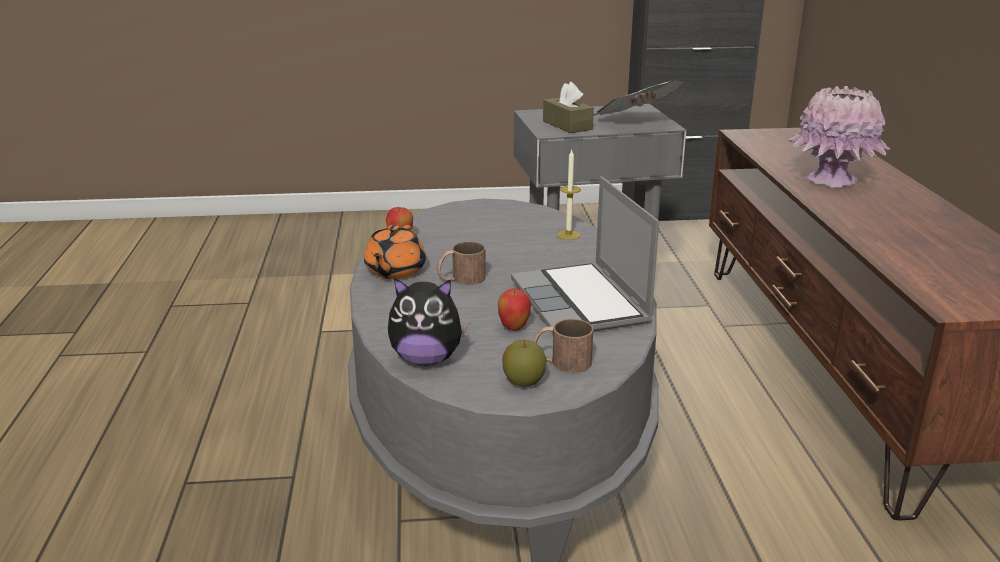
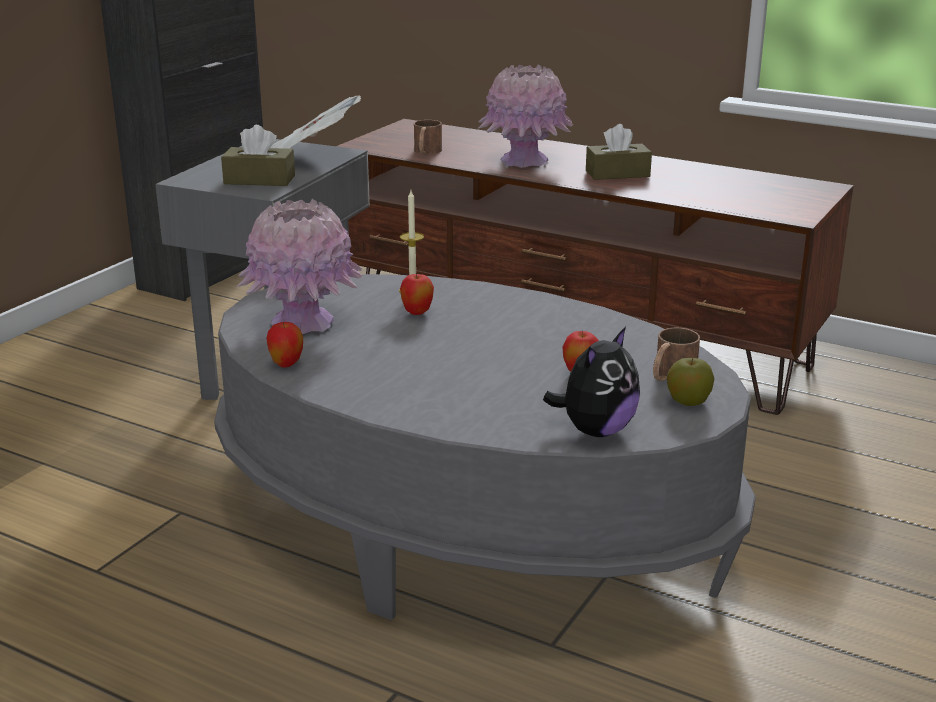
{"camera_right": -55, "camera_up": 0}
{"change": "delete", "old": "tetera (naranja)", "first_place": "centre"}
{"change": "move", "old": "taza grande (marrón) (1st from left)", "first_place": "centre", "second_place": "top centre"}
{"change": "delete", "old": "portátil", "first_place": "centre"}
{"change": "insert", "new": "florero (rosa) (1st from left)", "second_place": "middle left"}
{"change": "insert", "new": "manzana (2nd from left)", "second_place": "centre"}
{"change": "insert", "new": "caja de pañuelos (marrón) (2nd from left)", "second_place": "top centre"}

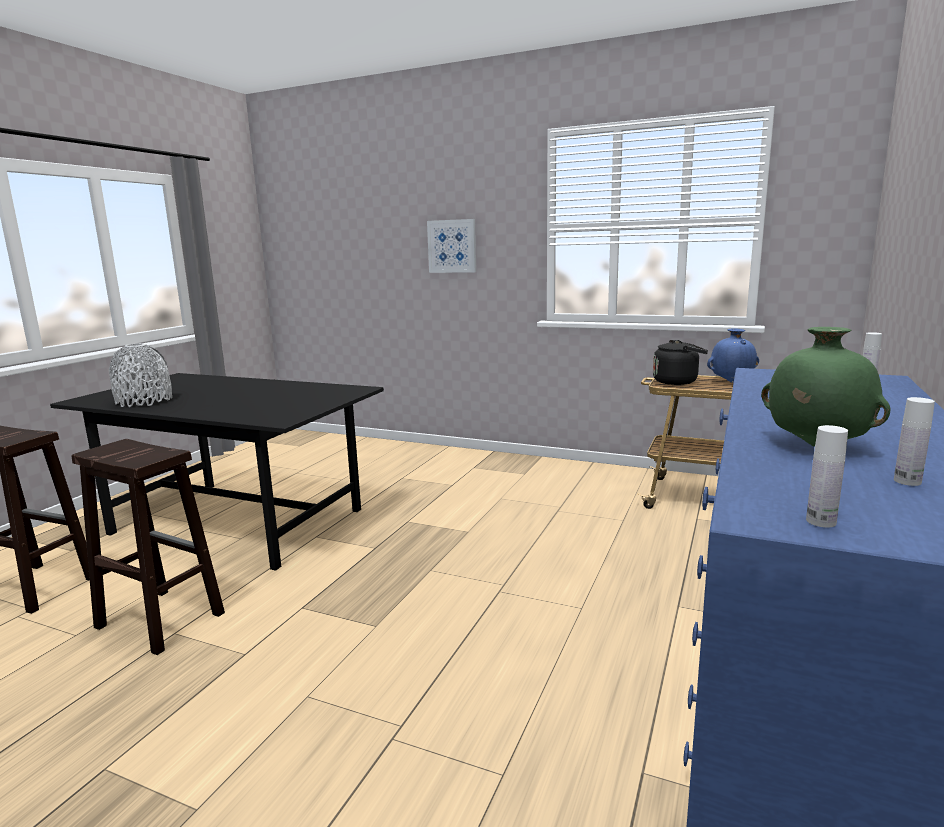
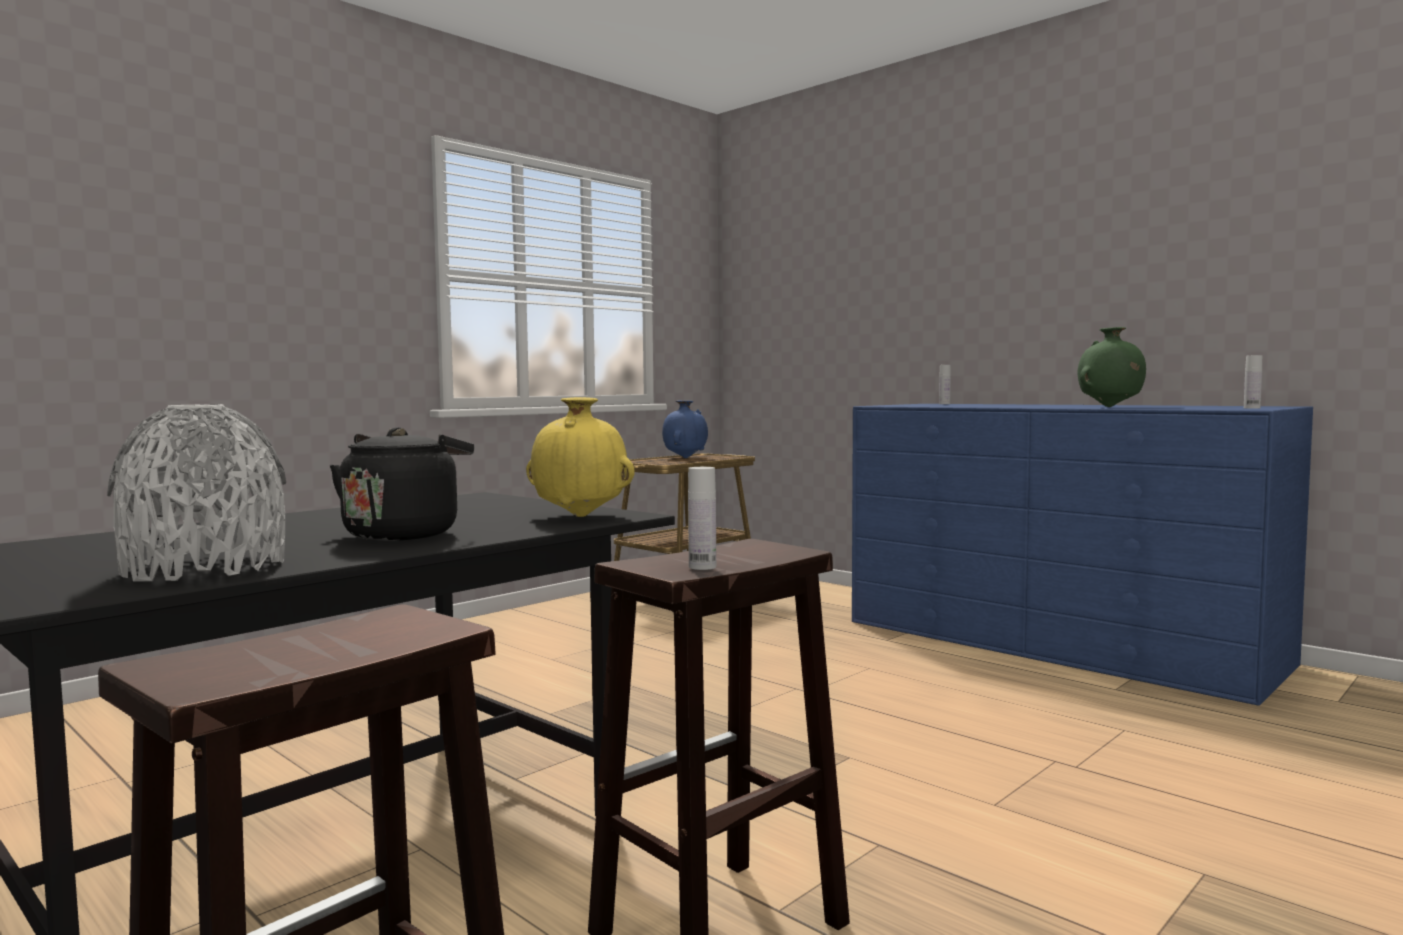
{"camera_right": -70, "camera_up": -10}
{"change": "delete", "old": "cuadro", "first_place": "top centre"}
{"change": "move", "old": "hervidor (negro)", "first_place": "middle right", "second_place": "middle left"}
{"change": "move", "old": "botella (blanco) (3rd from left in the first image)", "new": "botella (blanco) (1st from left)", "first_place": "middle right", "second_place": "centre"}
{"change": "insert", "new": "florero (amarillo)", "second_place": "centre"}

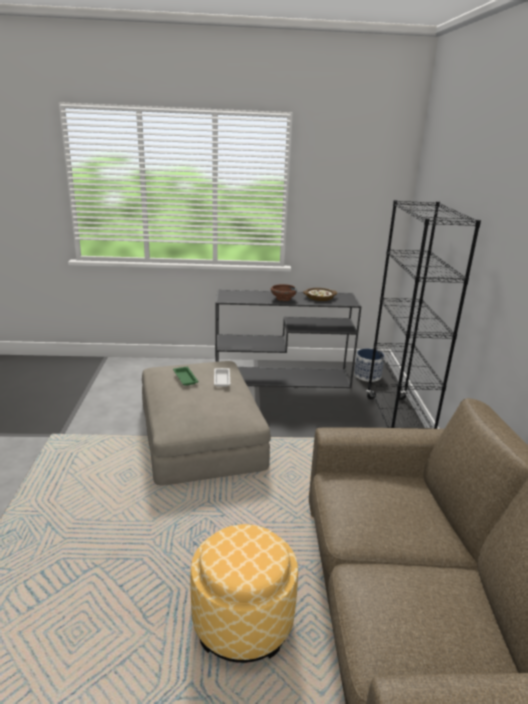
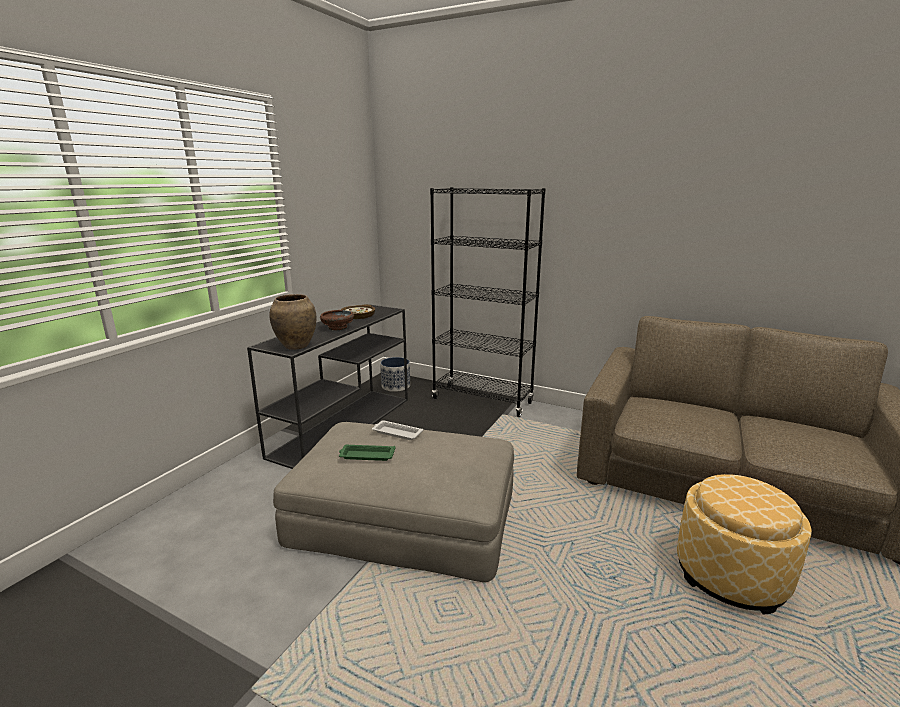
{"camera_right": -60, "camera_up": -5}
{"change": "insert", "new": "florero (marrón)", "second_place": "middle left"}

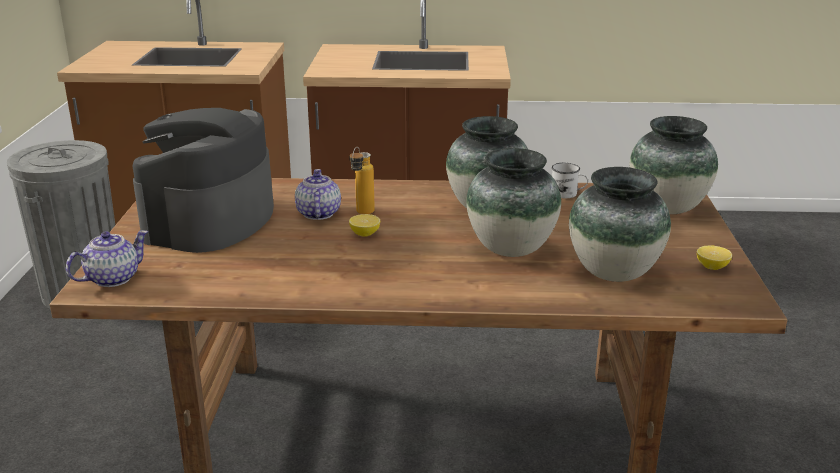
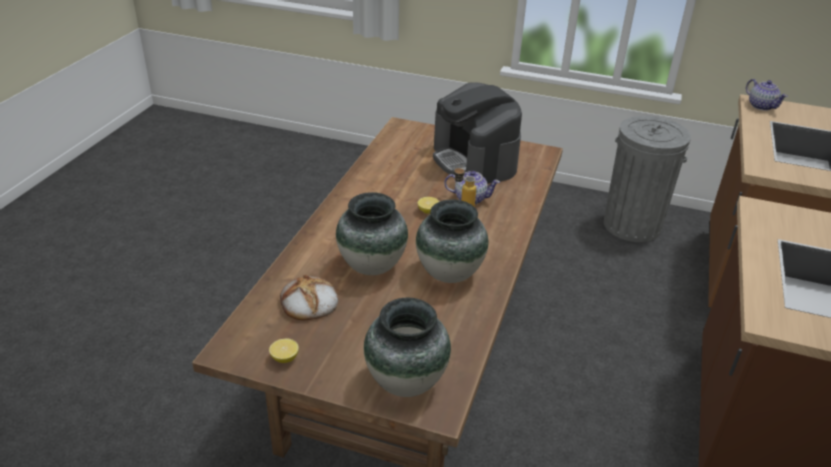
{"camera_right": 105, "camera_up": 10}
{"change": "move", "old": "tetera (1st from left in the first image)", "new": "tetera (2nd from left)", "first_place": "middle left", "second_place": "top right"}
{"change": "rotate", "old": "cafetera", "first_place": "middle left", "second_place": "top centre", "degrees": -150}
{"change": "delete", "old": "taza grande (blanco)", "first_place": "middle right"}
{"change": "replace", "old": "florero (3rd from left)", "new": "pan", "first_place": "middle right", "second_place": "centre"}

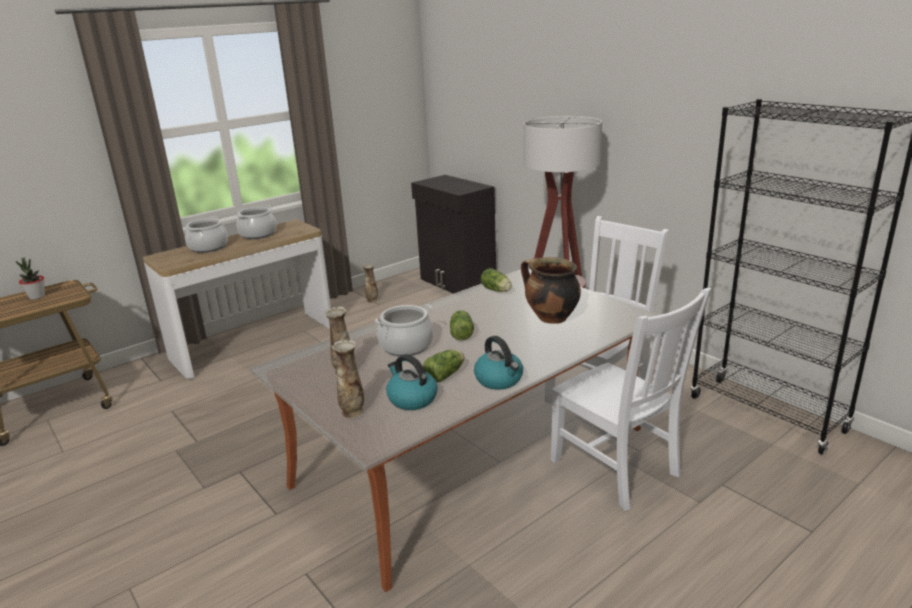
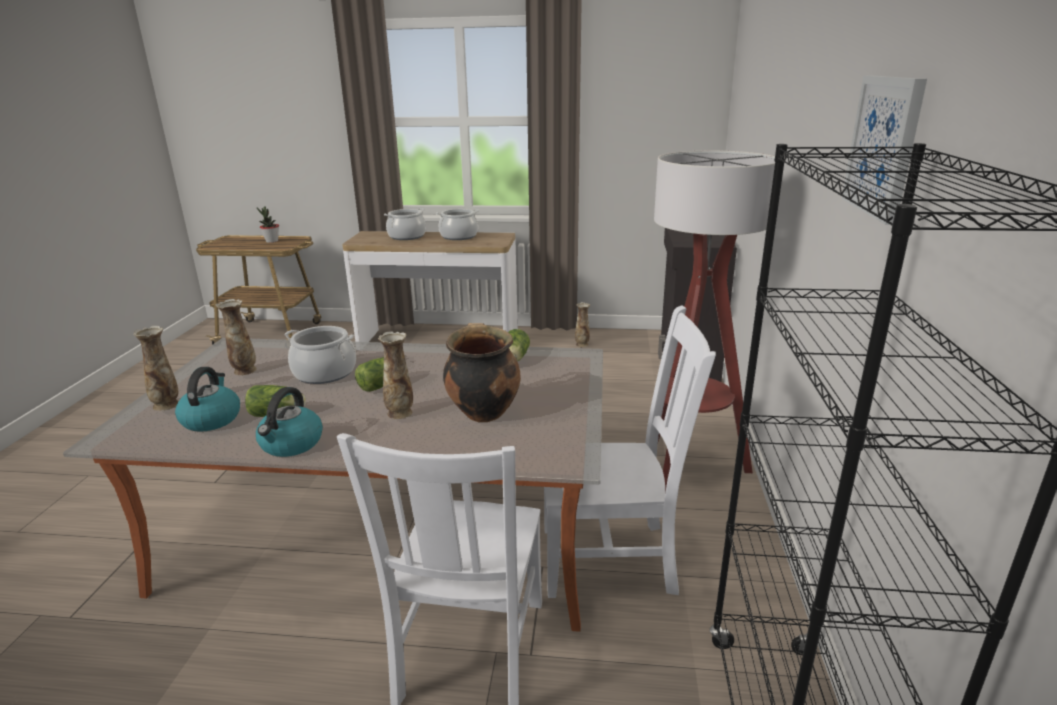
{"camera_right": 45, "camera_up": 0}
{"change": "insert", "new": "florero (3rd from left)", "second_place": "centre"}
{"change": "insert", "new": "cuadro", "second_place": "top right"}

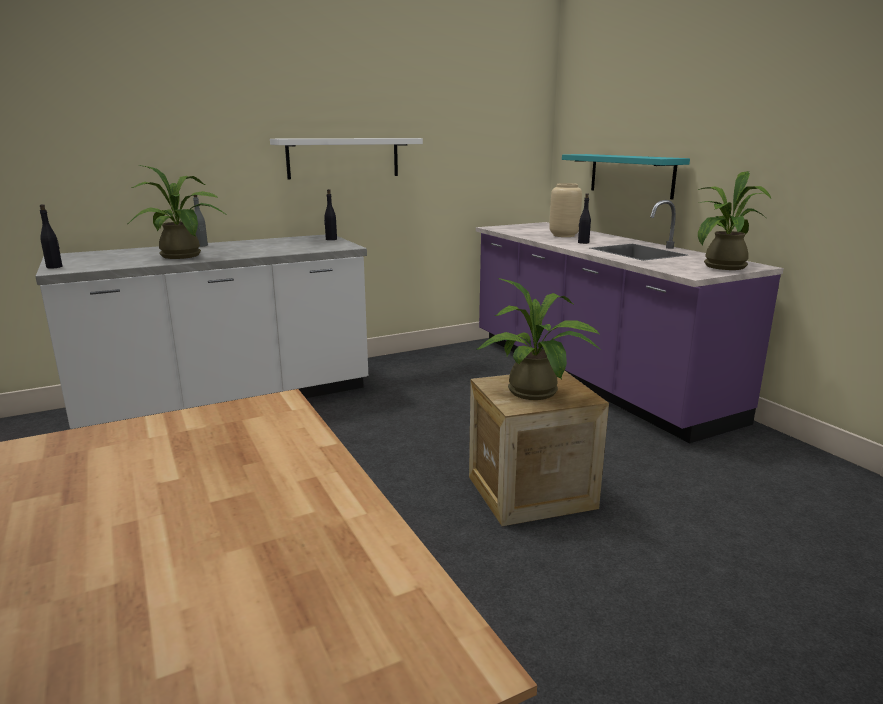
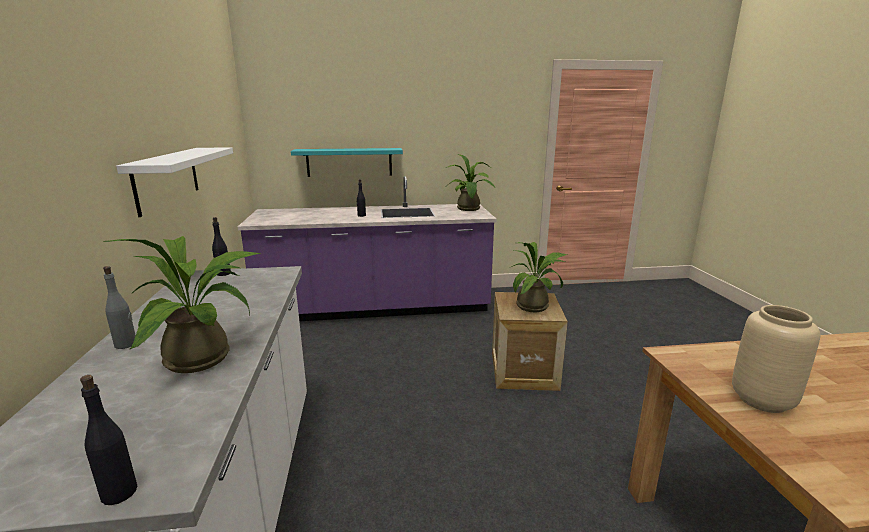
{"camera_right": -70, "camera_up": 0}
{"change": "move", "old": "florero (beis)", "first_place": "top centre", "second_place": "bottom right"}

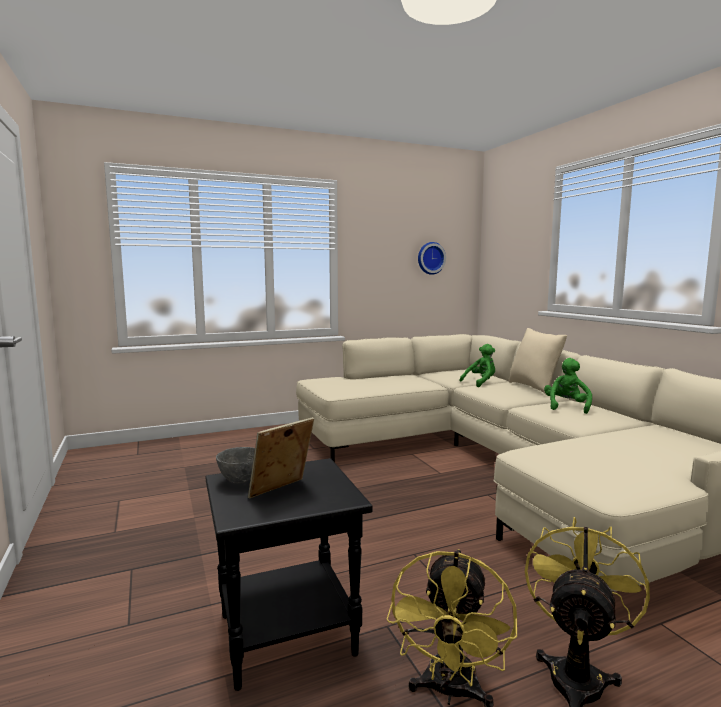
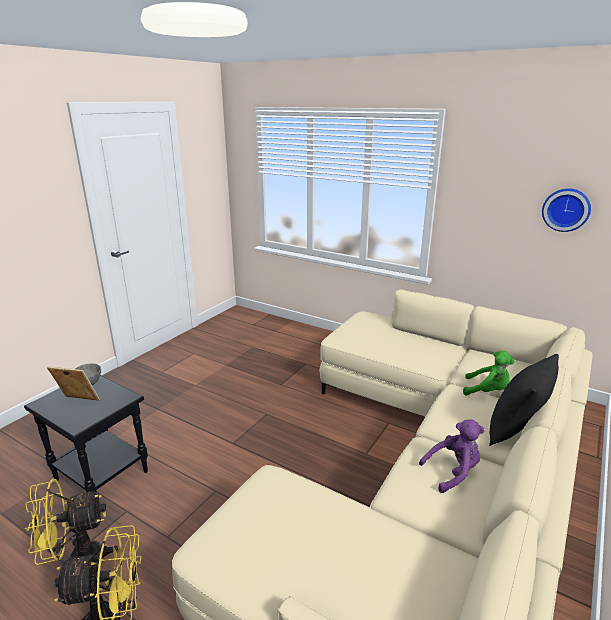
{"camera_right": 55, "camera_up": 15}
{"change": "recolor", "old": "cojín (beis)", "new": "cojín (negro)", "first_place": "middle right", "second_place": "middle right"}
{"change": "recolor", "old": "peluche (verde) (2nd from left)", "new": "peluche (morado)", "first_place": "middle right", "second_place": "bottom right"}

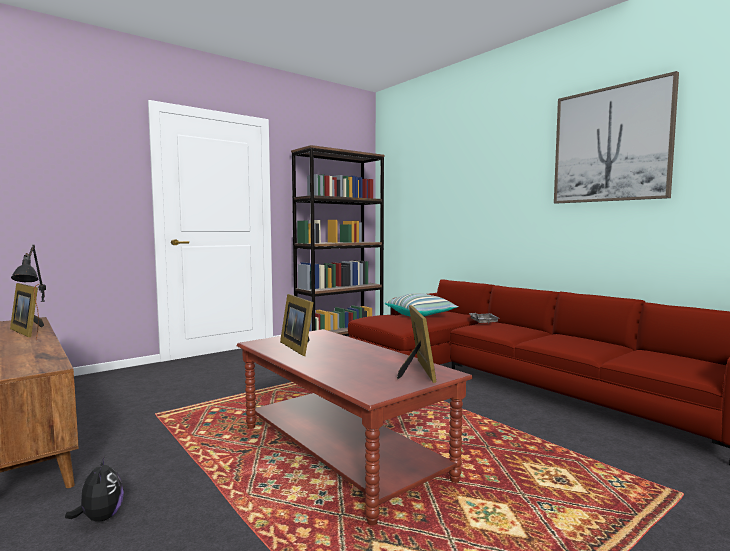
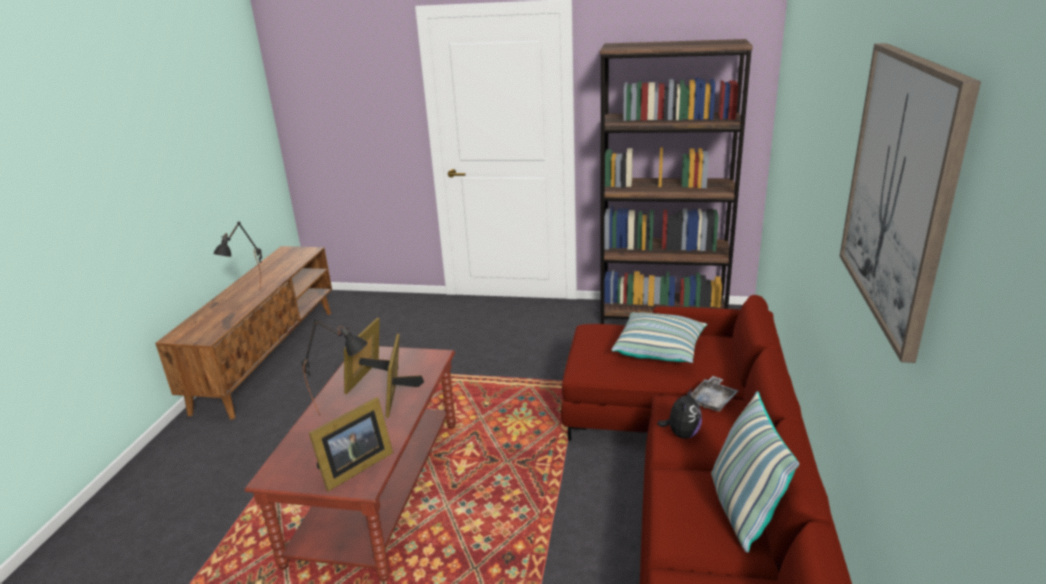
{"camera_right": 50, "camera_up": 20}
{"change": "move", "old": "portarretratos (1st from left in the first image)", "new": "portarretratos (3rd from left)", "first_place": "middle left", "second_place": "centre"}
{"change": "move", "old": "peluche", "first_place": "bottom left", "second_place": "bottom centre"}
{"change": "insert", "new": "lámpara de mesa (negro) (2nd from left)", "second_place": "middle left"}
{"change": "insert", "new": "cojín (2nd from left)", "second_place": "bottom right"}

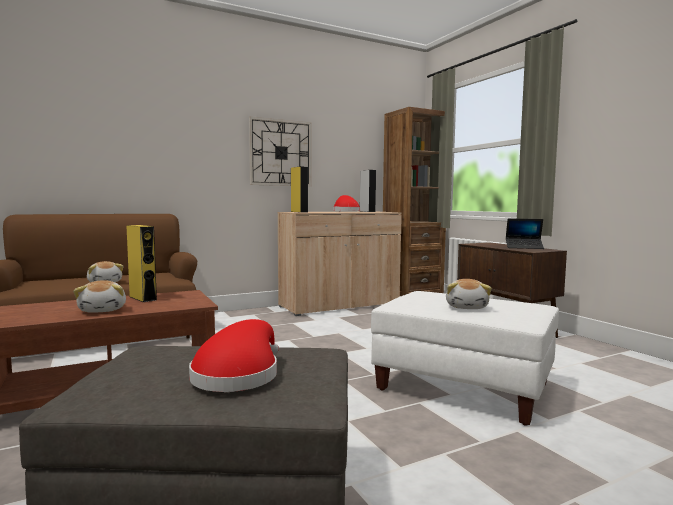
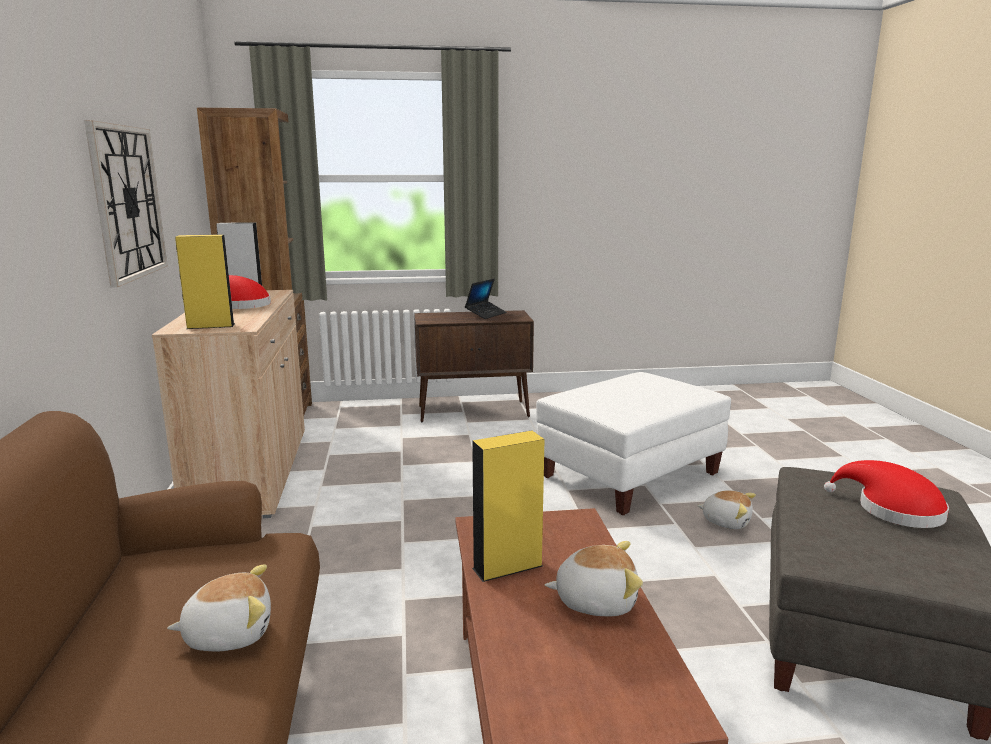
{"camera_right": -70, "camera_up": 10}
{"change": "move", "old": "peluche (3rd from left)", "first_place": "middle right", "second_place": "bottom right"}

